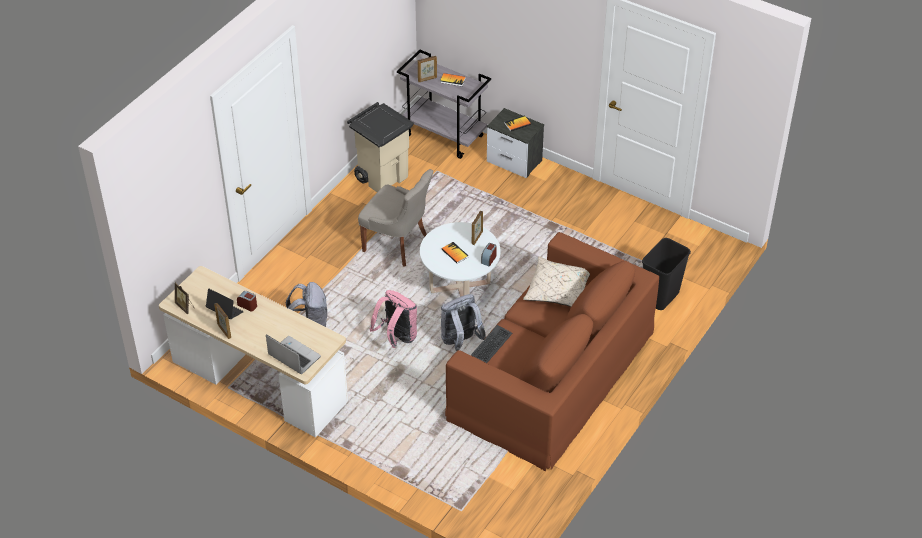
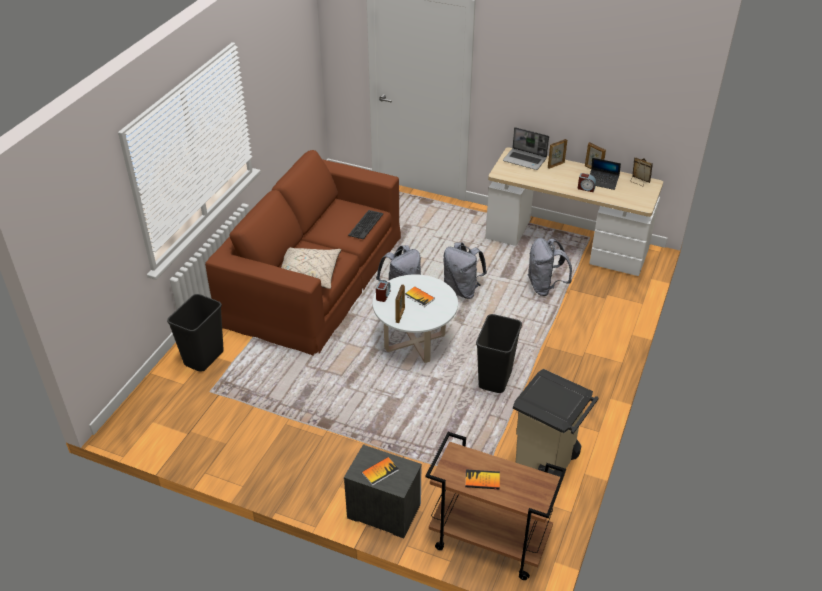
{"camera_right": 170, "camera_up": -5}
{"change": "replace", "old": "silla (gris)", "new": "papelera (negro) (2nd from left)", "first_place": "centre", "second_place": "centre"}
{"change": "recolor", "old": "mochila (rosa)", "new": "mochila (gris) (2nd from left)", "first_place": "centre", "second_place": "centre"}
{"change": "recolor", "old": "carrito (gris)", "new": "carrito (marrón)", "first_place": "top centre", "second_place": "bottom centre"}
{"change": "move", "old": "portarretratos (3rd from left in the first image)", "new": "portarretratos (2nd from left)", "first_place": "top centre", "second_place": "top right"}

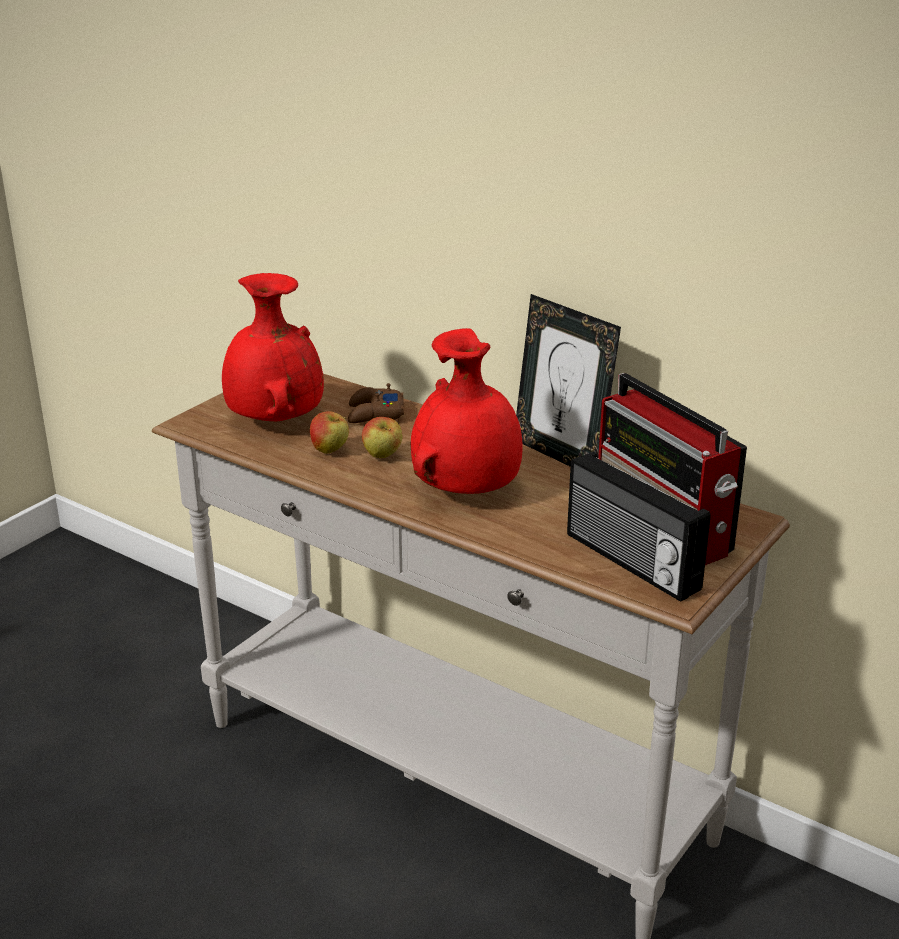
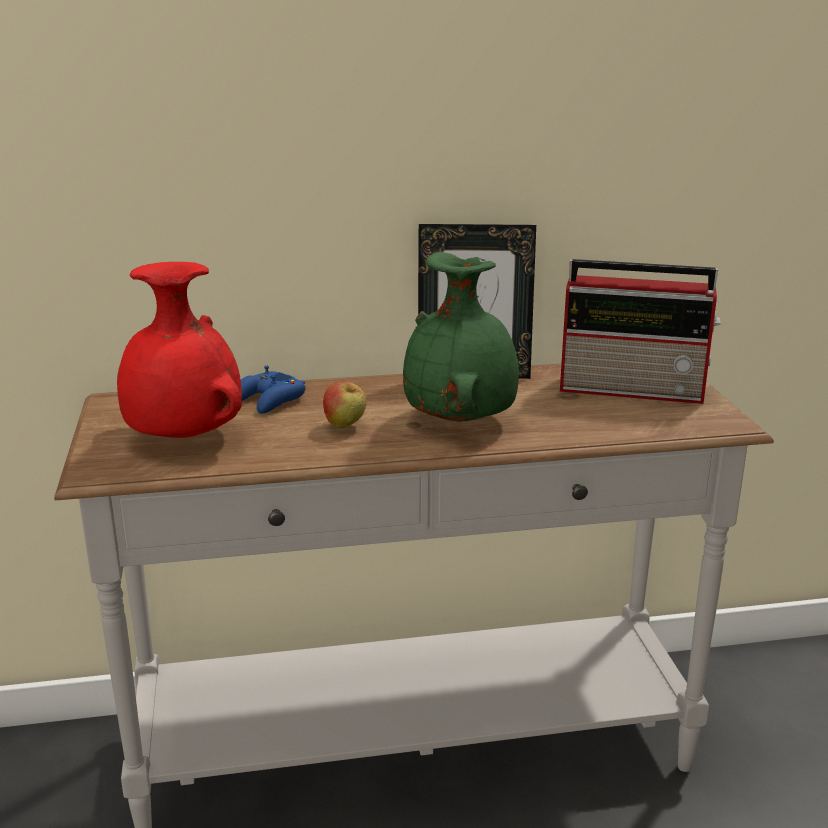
{"camera_right": -45, "camera_up": -5}
{"change": "delete", "old": "manzana (1st from left)", "first_place": "centre"}
{"change": "recolor", "old": "mando de consola (marrón)", "new": "mando de consola (azul)", "first_place": "centre", "second_place": "middle left"}
{"change": "recolor", "old": "florero (rojo) (2nd from left)", "new": "florero (verde)", "first_place": "centre", "second_place": "centre"}
{"change": "delete", "old": "radio (1st from left)", "first_place": "middle right"}

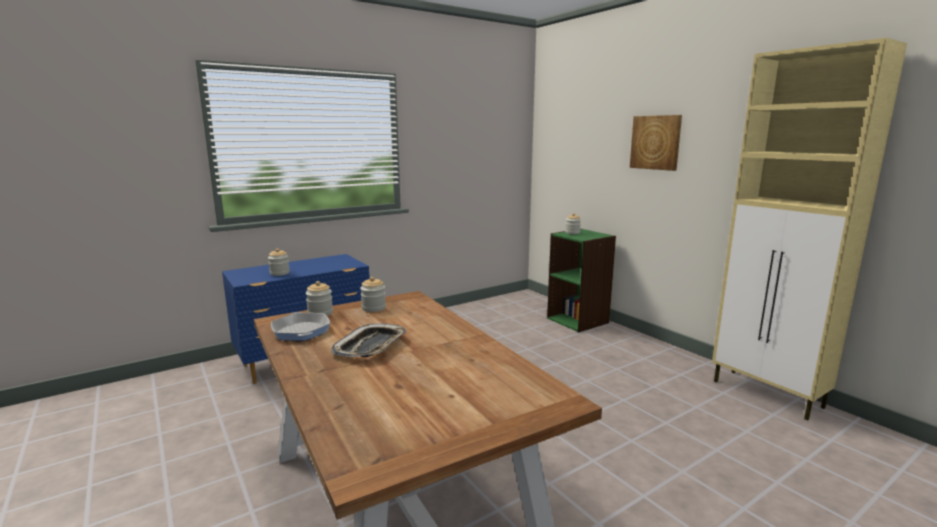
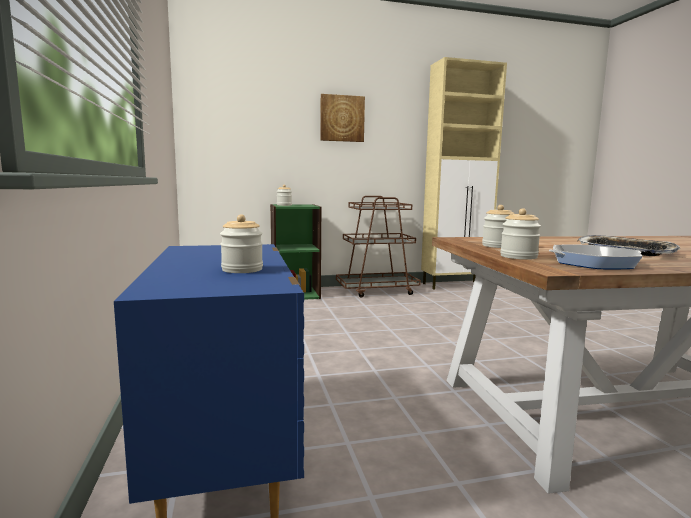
{"camera_right": -70, "camera_up": -5}
{"change": "insert", "new": "carrito (marrón)", "second_place": "centre"}

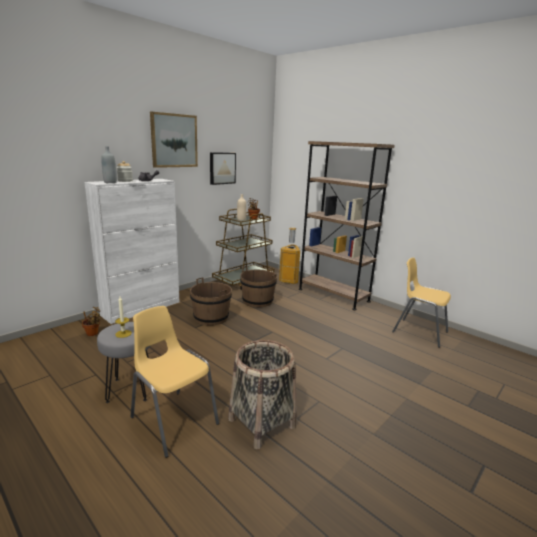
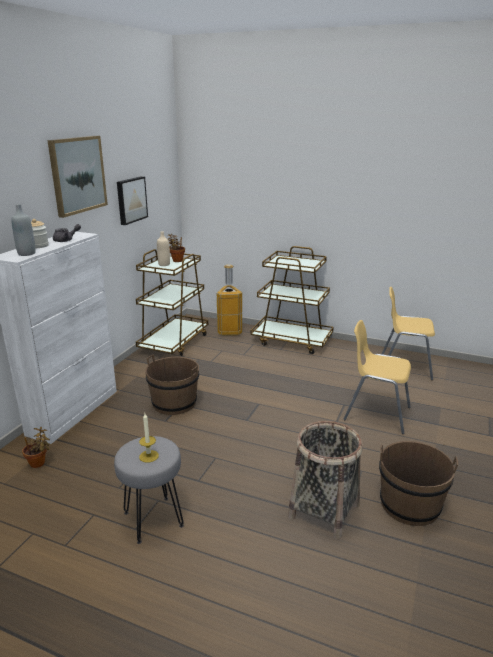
{"camera_right": -20, "camera_up": 5}
{"change": "move", "old": "silla (amarillo) (1st from left)", "first_place": "bottom left", "second_place": "middle right"}
{"change": "move", "old": "cubo (marrón) (2nd from left)", "first_place": "centre", "second_place": "bottom right"}
{"change": "replace", "old": "estantería (marrón)", "new": "carrito (marrón) (2nd from left)", "first_place": "centre", "second_place": "centre"}

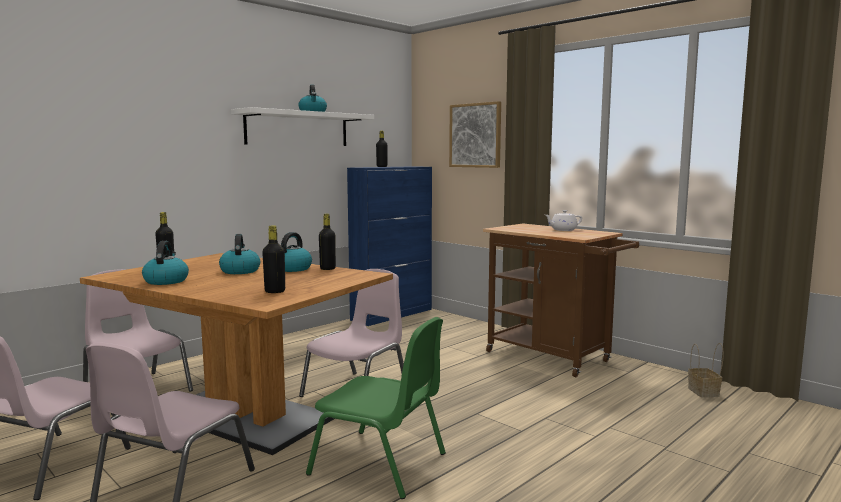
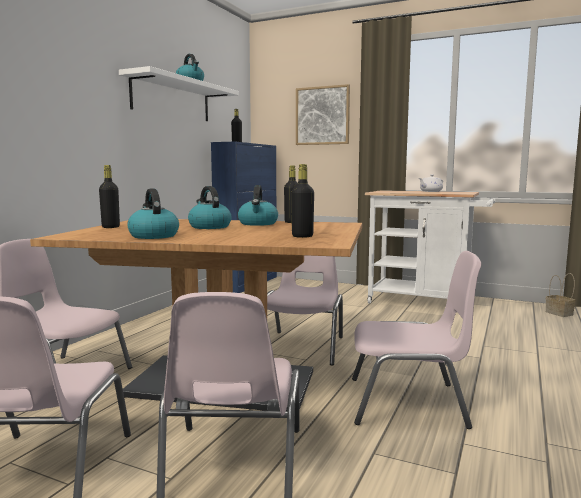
{"camera_right": -20, "camera_up": 0}
{"change": "recolor", "old": "silla (verde)", "new": "silla (rosa) (5th from left)", "first_place": "bottom centre", "second_place": "bottom right"}
{"change": "recolor", "old": "carrito (marrón)", "new": "carrito (blanco)", "first_place": "middle right", "second_place": "middle right"}

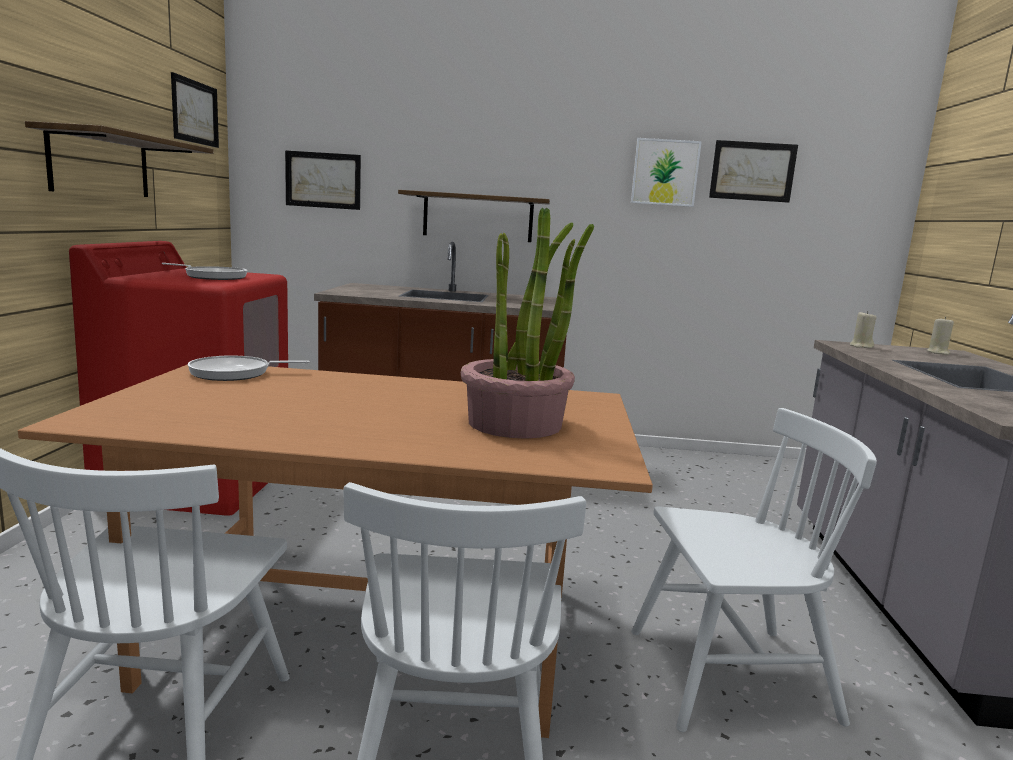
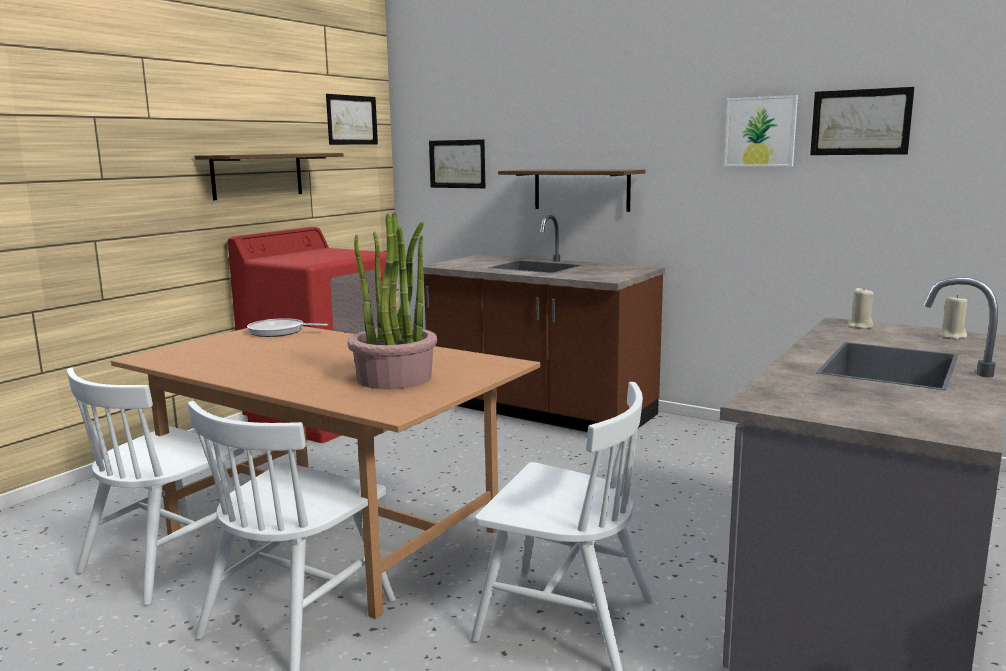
{"camera_right": 30, "camera_up": 0}
{"change": "delete", "old": "sartén (1st from left)", "first_place": "middle left"}

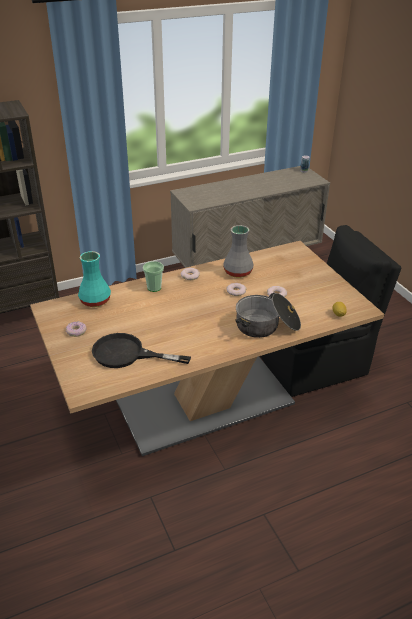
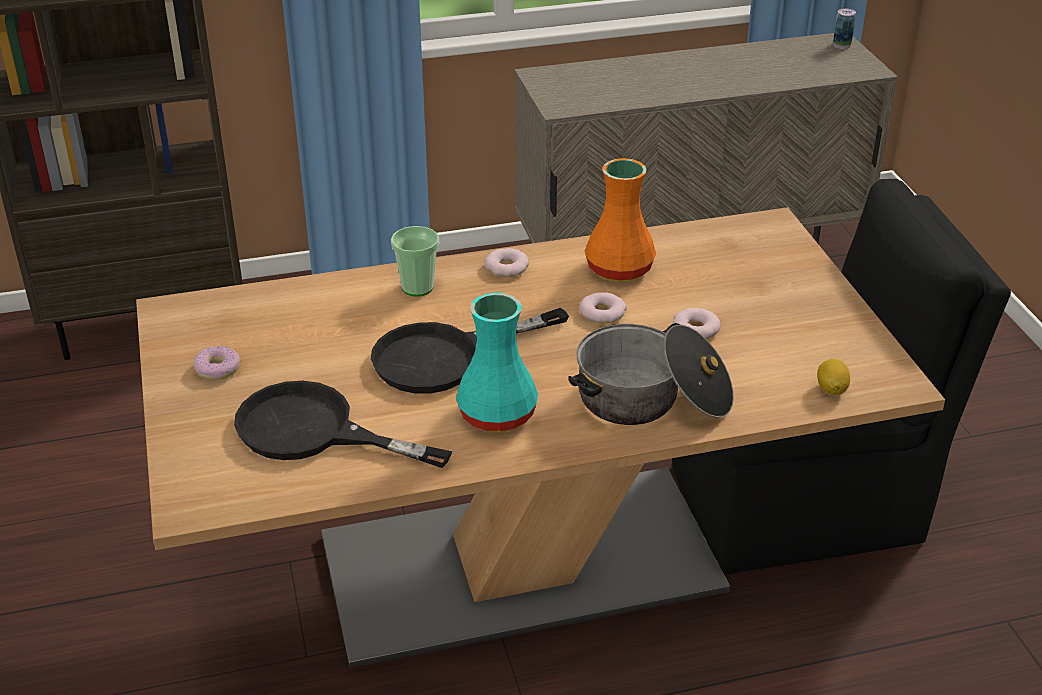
{"camera_right": 10, "camera_up": 0}
{"change": "move", "old": "florero (turquesa)", "first_place": "middle left", "second_place": "centre"}
{"change": "recolor", "old": "florero (gris)", "new": "florero (naranja)", "first_place": "centre", "second_place": "top centre"}
{"change": "insert", "new": "sartén (negro) (2nd from left)", "second_place": "centre"}

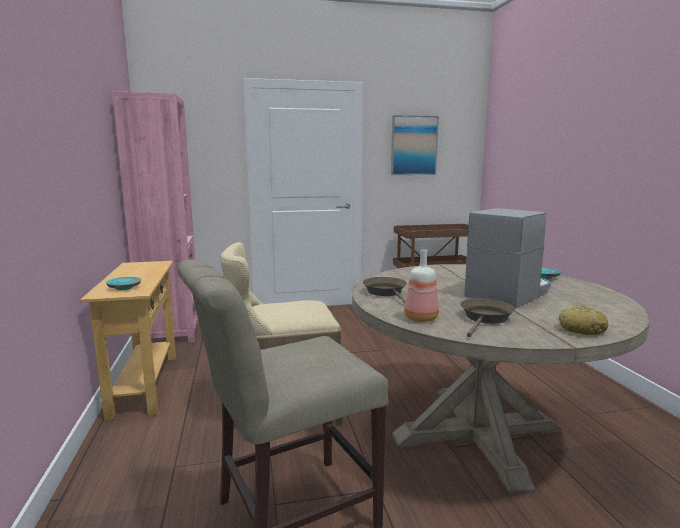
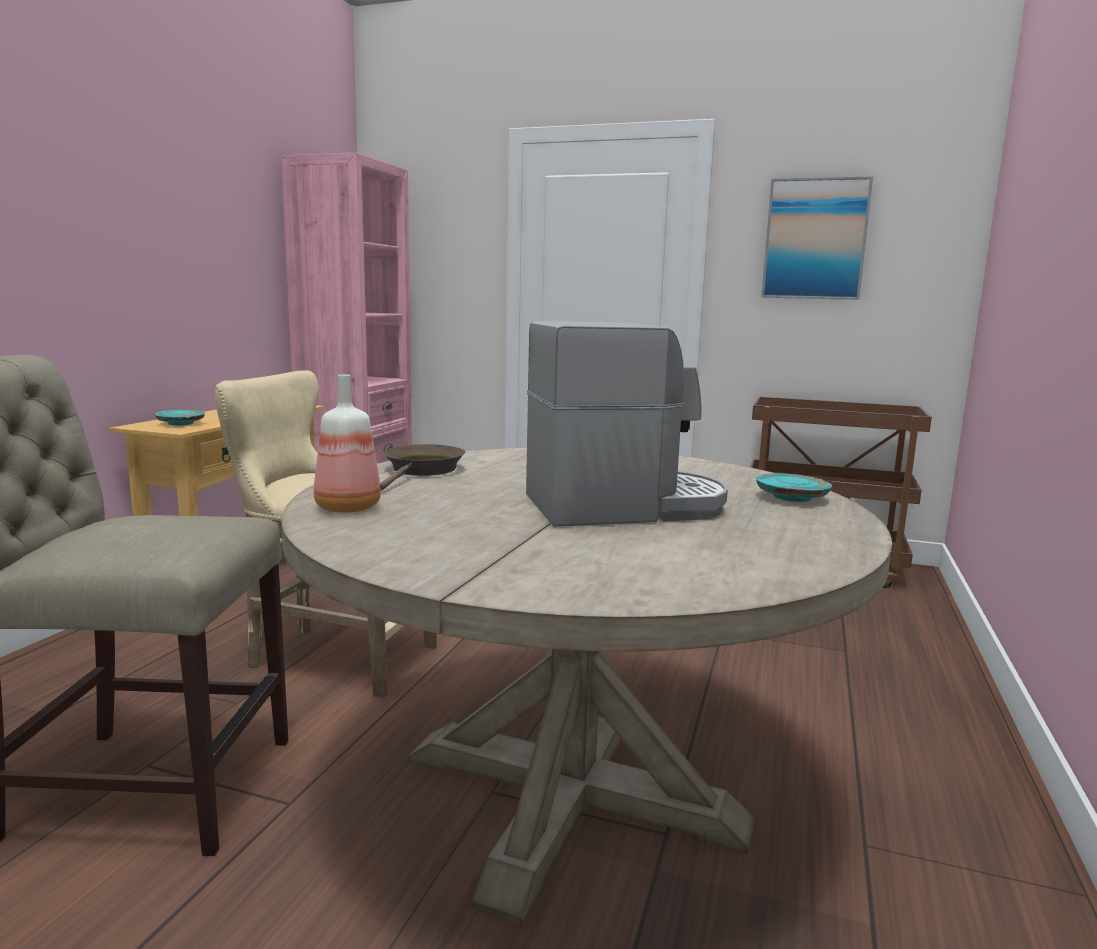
{"camera_right": 30, "camera_up": 0}
{"change": "delete", "old": "sartén (marrón) (2nd from left)", "first_place": "middle right"}
{"change": "delete", "old": "pan", "first_place": "middle right"}

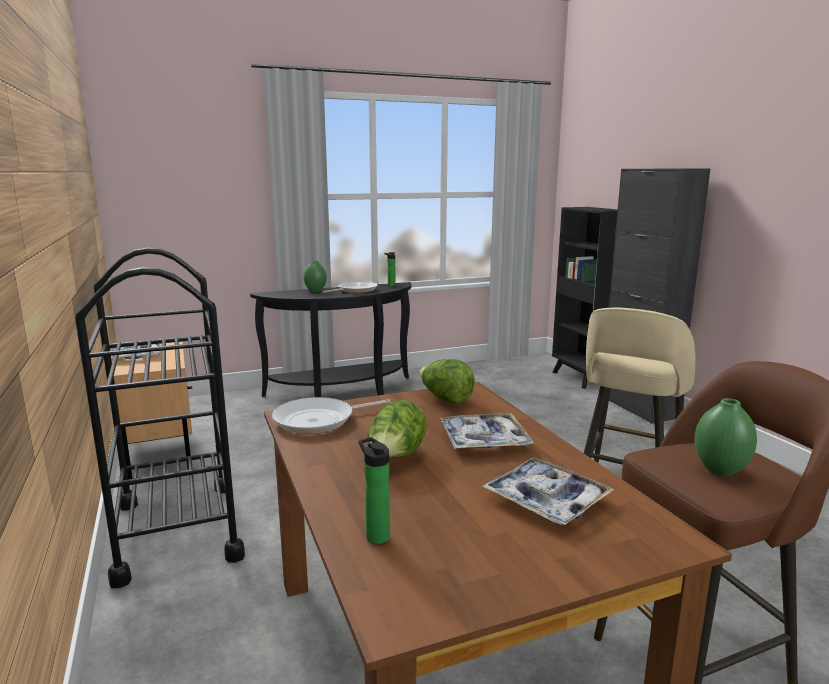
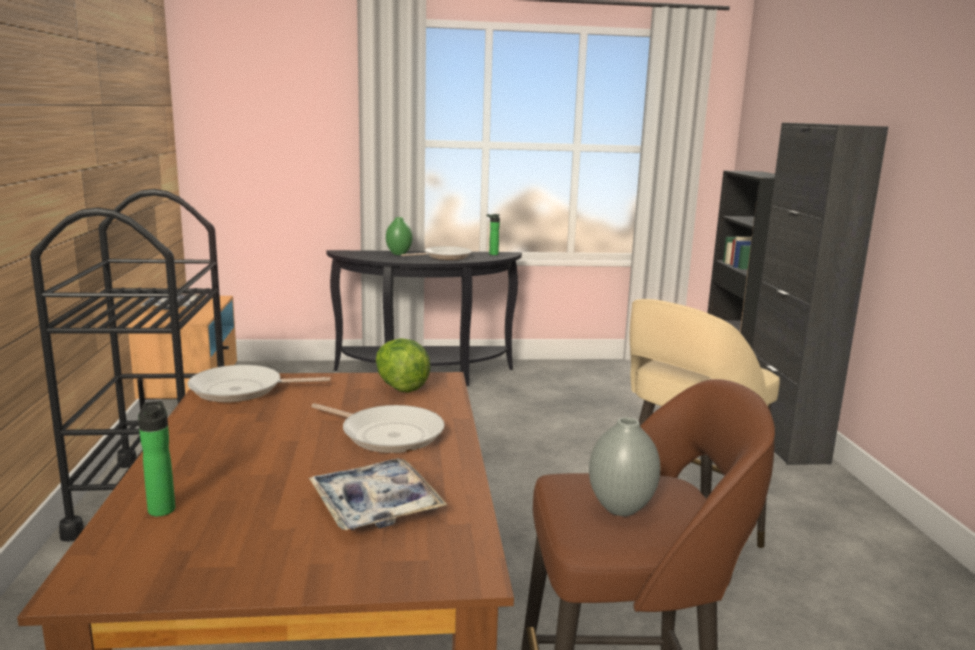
{"camera_right": 15, "camera_up": 0}
{"change": "delete", "old": "lechuga (1st from left)", "first_place": "centre"}
{"change": "replace", "old": "bandeja (2nd from left)", "new": "sartén (2nd from left)", "first_place": "centre", "second_place": "centre"}
{"change": "recolor", "old": "florero (verde) (2nd from left)", "new": "florero (gris)", "first_place": "middle right", "second_place": "bottom centre"}

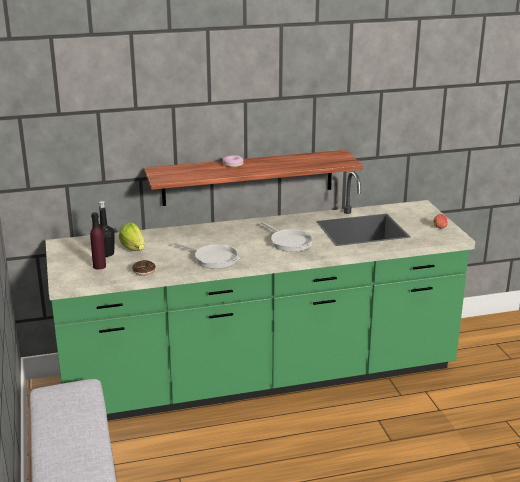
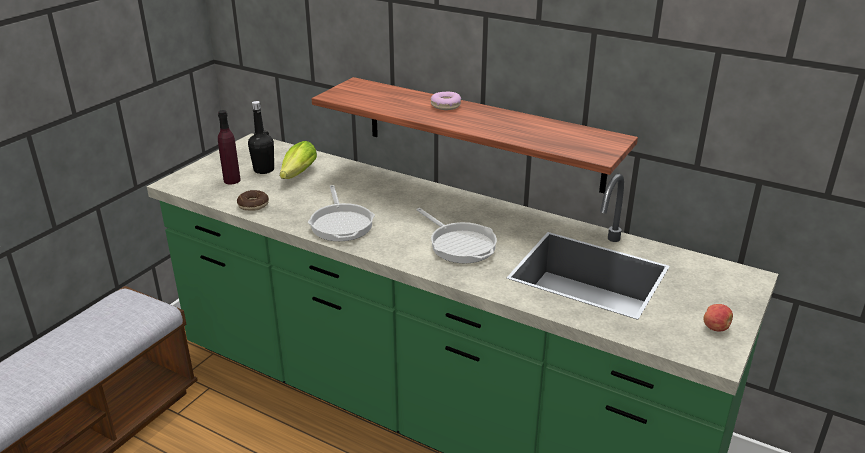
{"camera_right": 45, "camera_up": 5}
{"change": "rotate", "old": "sartén (2nd from left)", "first_place": "centre", "second_place": "centre", "degrees": -45}

